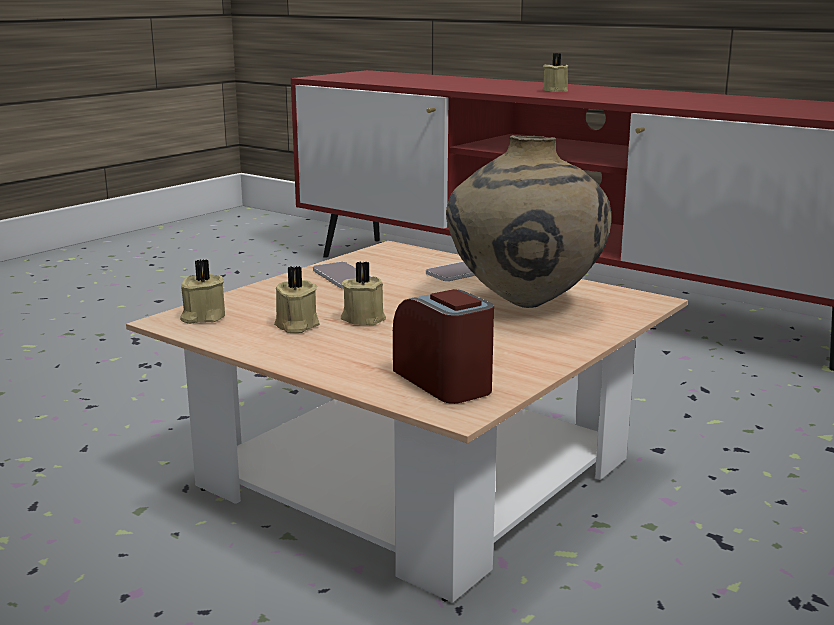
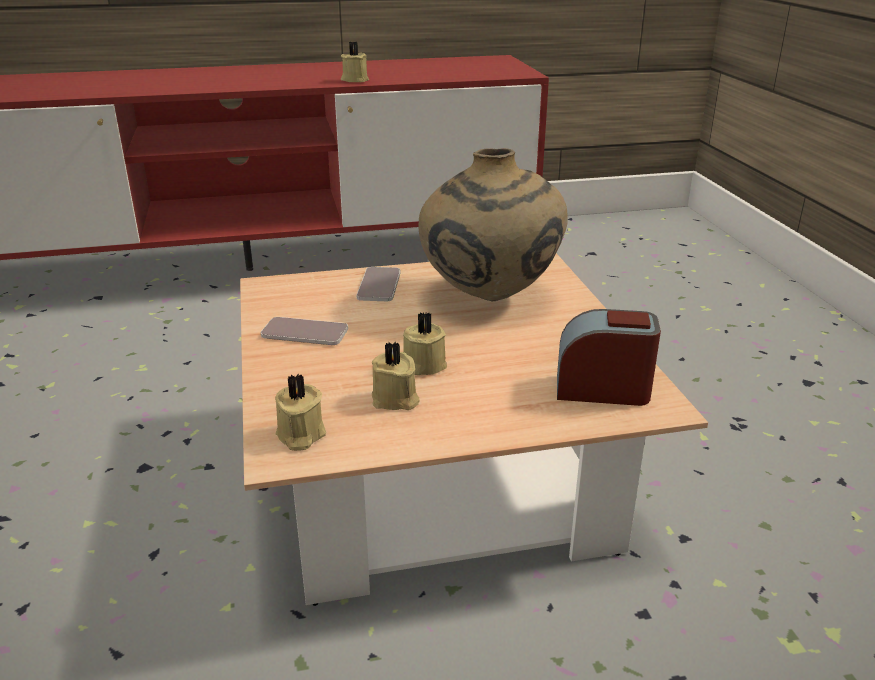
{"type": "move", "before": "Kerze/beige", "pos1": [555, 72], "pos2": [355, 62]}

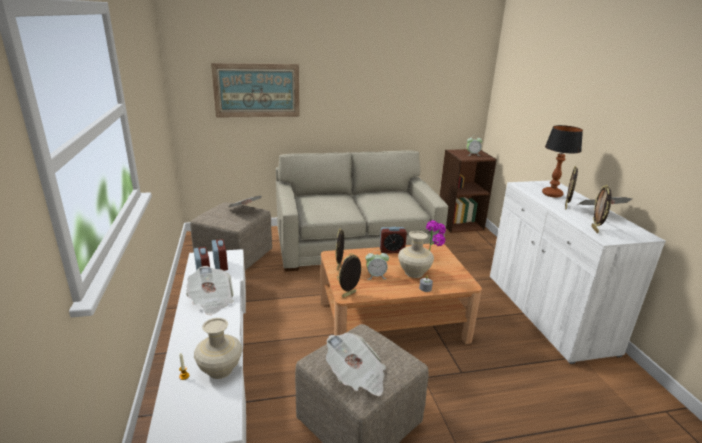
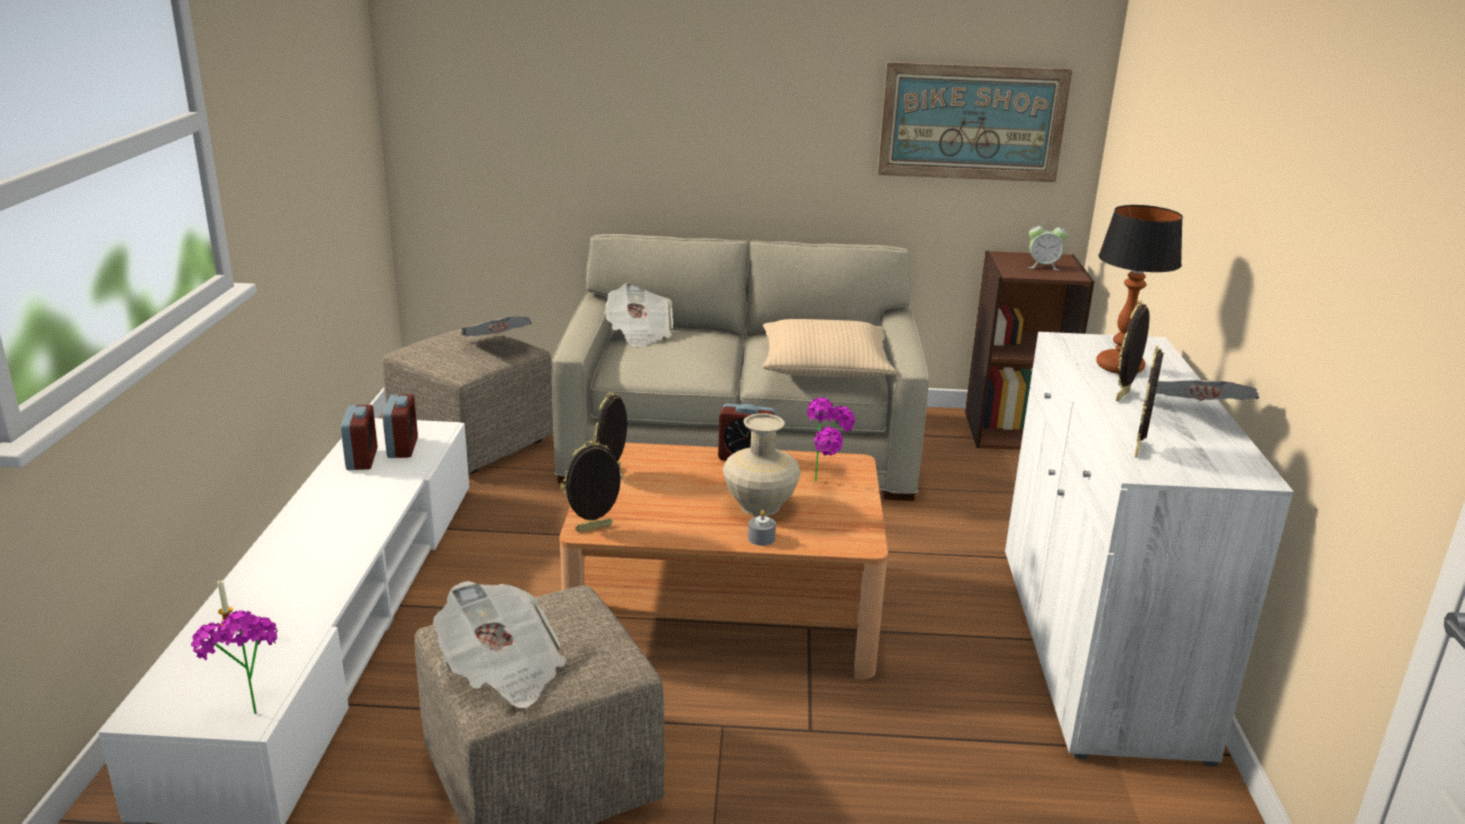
{"type": "delete", "before": "Vase/beige", "pos1": [218, 348]}
{"type": "delete", "before": "Wecker", "pos1": [377, 265]}
{"type": "insert", "after": "Topfpflanze", "pos2": [234, 662]}
{"type": "insert", "after": "Kissen/beige", "pos2": [829, 348]}
{"type": "move", "before": "Zeitung", "pos1": [210, 290], "pos2": [638, 315]}
{"type": "move", "before": "Bild", "pos1": [255, 90], "pos2": [975, 122]}

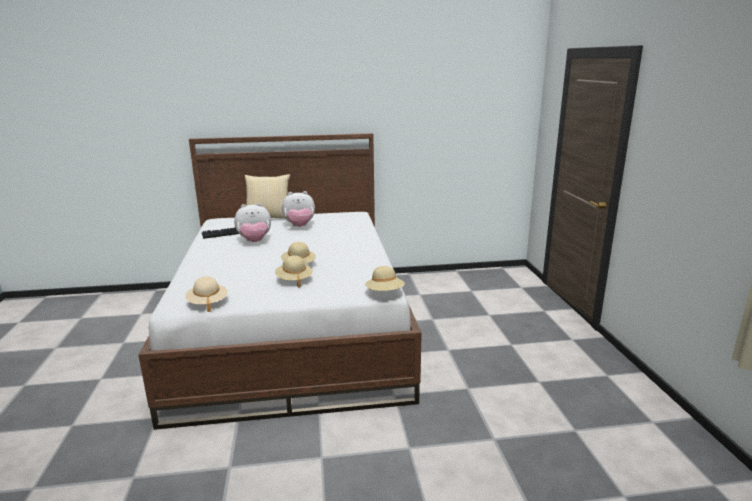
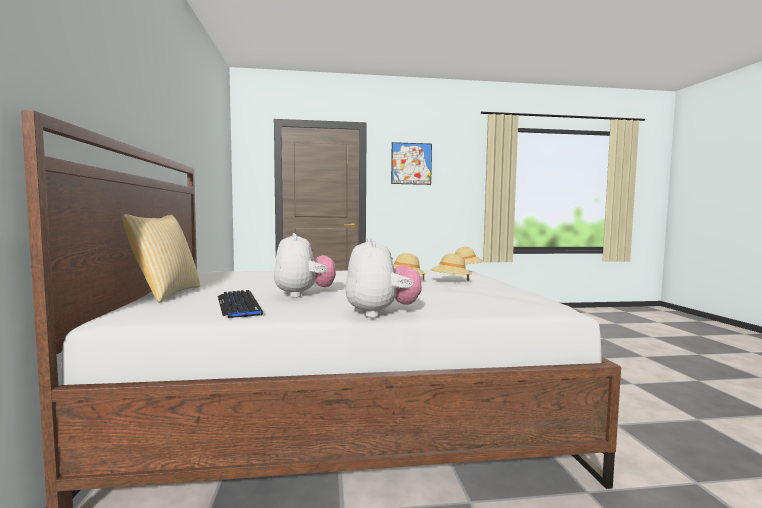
{"type": "delete", "before": "Hut/beige", "pos1": [206, 294]}
{"type": "insert", "after": "Bild", "pos2": [411, 163]}
{"type": "move", "before": "Plüschtier", "pos1": [298, 209], "pos2": [383, 278]}

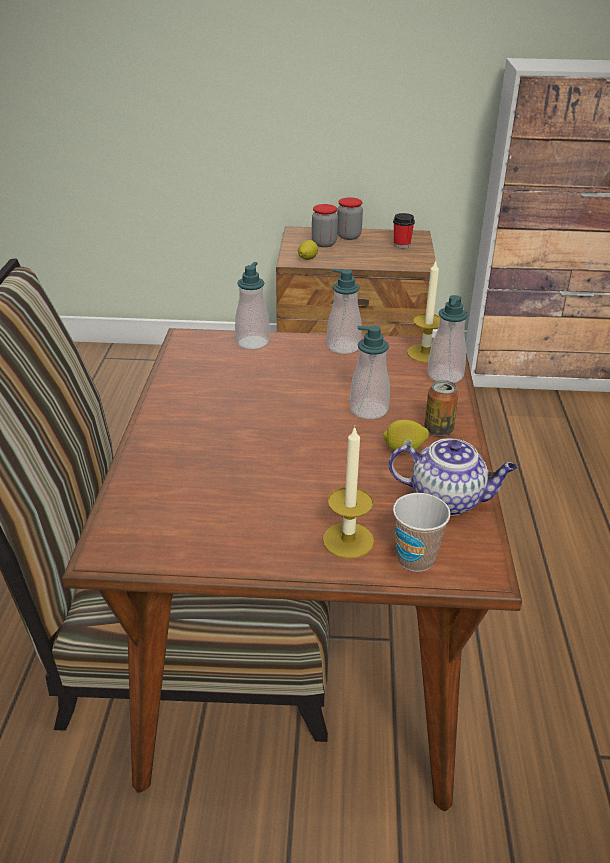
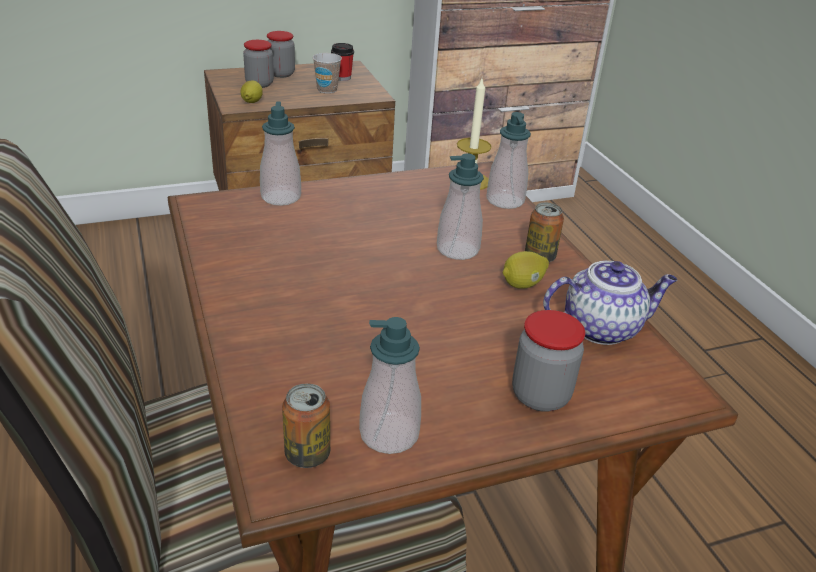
{"type": "insert", "after": "Dose", "pos2": [306, 425]}
{"type": "move", "before": "Seifenspender", "pos1": [344, 311], "pos2": [390, 385]}
{"type": "move", "before": "Tasse", "pos1": [421, 532], "pos2": [327, 73]}
{"type": "replace", "before": "Kerze", "after": "Vorratsglas", "pos1": [348, 493], "pos2": [548, 361]}

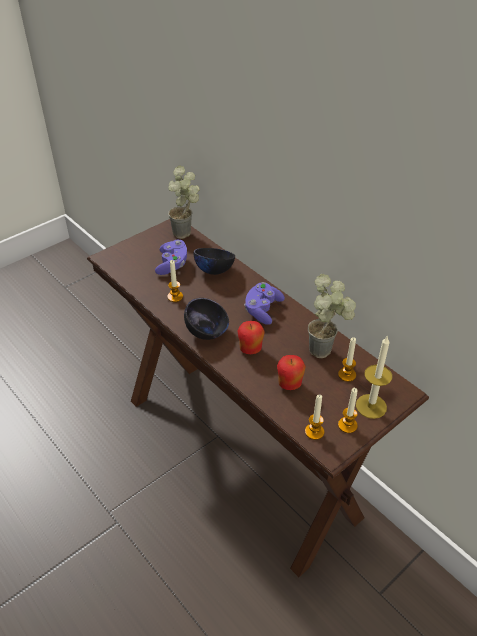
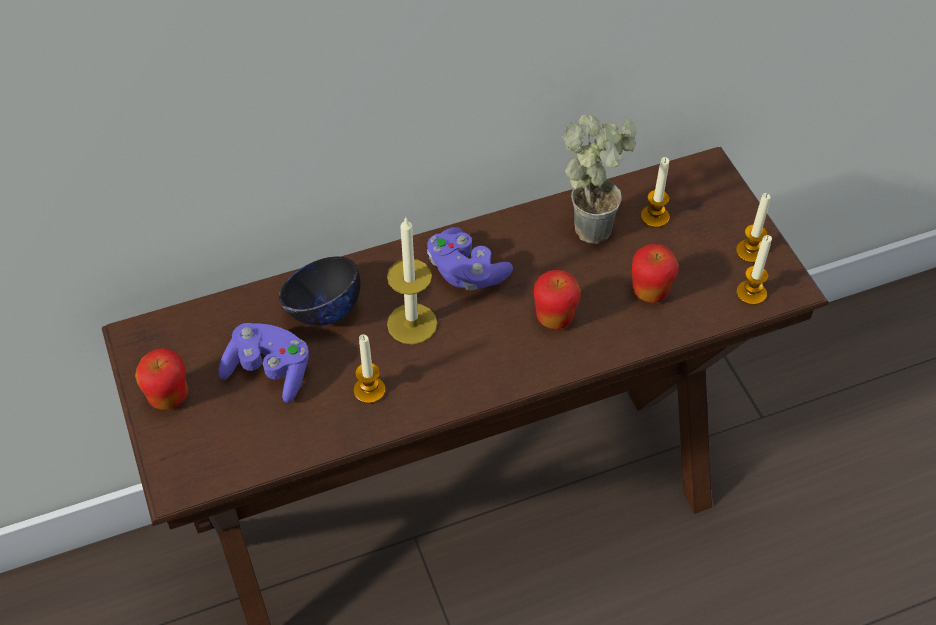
{"type": "delete", "before": "Topfpflanze", "pos1": [184, 202]}
{"type": "delete", "before": "Schüssel/schwarz", "pos1": [206, 319]}
{"type": "insert", "after": "Apfel", "pos2": [161, 379]}
{"type": "move", "before": "Kerze", "pos1": [374, 377], "pos2": [412, 280]}

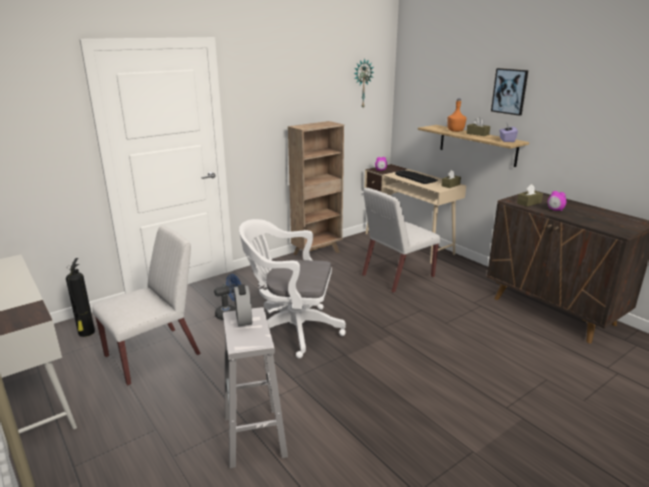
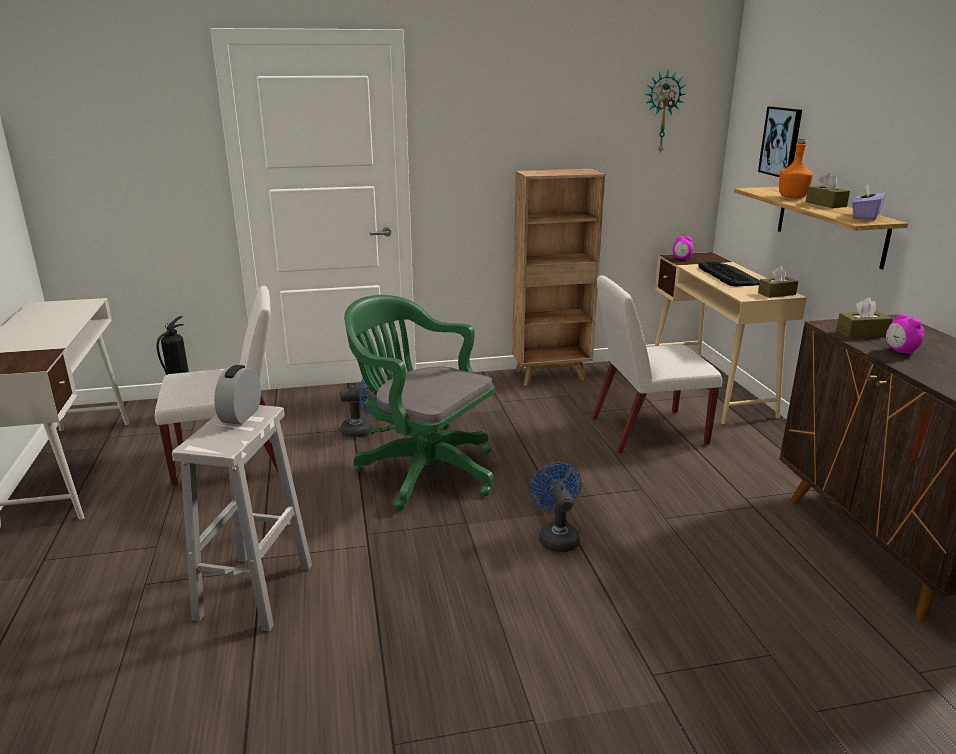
{"type": "insert", "after": "Ventilator/blau", "pos2": [556, 507]}
{"type": "move", "before": "Bild", "pos1": [509, 92], "pos2": [780, 141]}
{"type": "recolor", "before": "Bürostuhl/weiß", "after": "Bürostuhl/grün", "pos1": [292, 289], "pos2": [419, 402]}

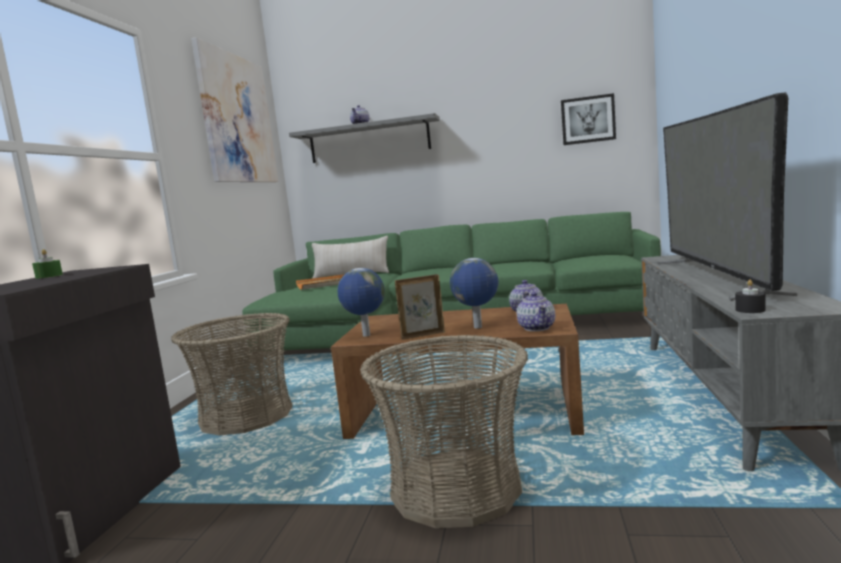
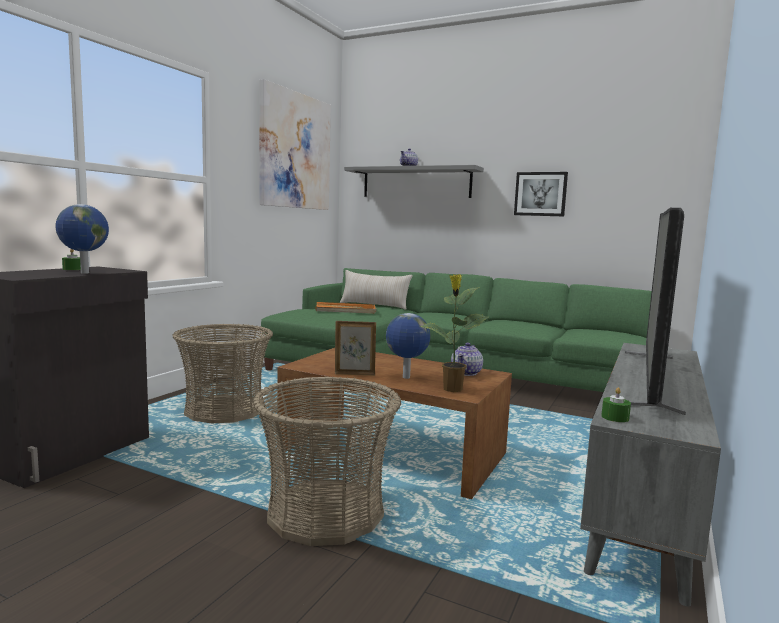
{"type": "move", "before": "Globus", "pos1": [361, 302], "pos2": [82, 239]}
{"type": "move", "before": "Bild", "pos1": [588, 119], "pos2": [541, 194]}
{"type": "replace", "before": "Teekanne", "after": "Topfpflanze", "pos1": [536, 311], "pos2": [454, 333]}
{"type": "recolor", "before": "Kerze/schwarz", "after": "Kerze/grün", "pos1": [750, 296], "pos2": [616, 405]}

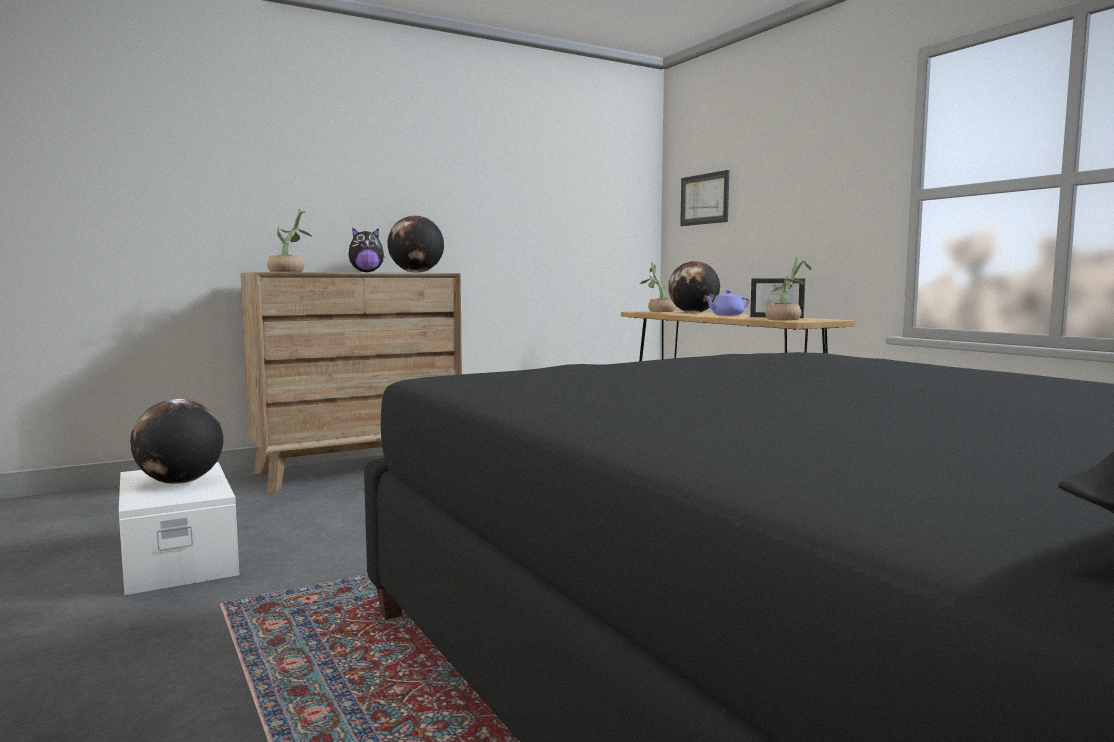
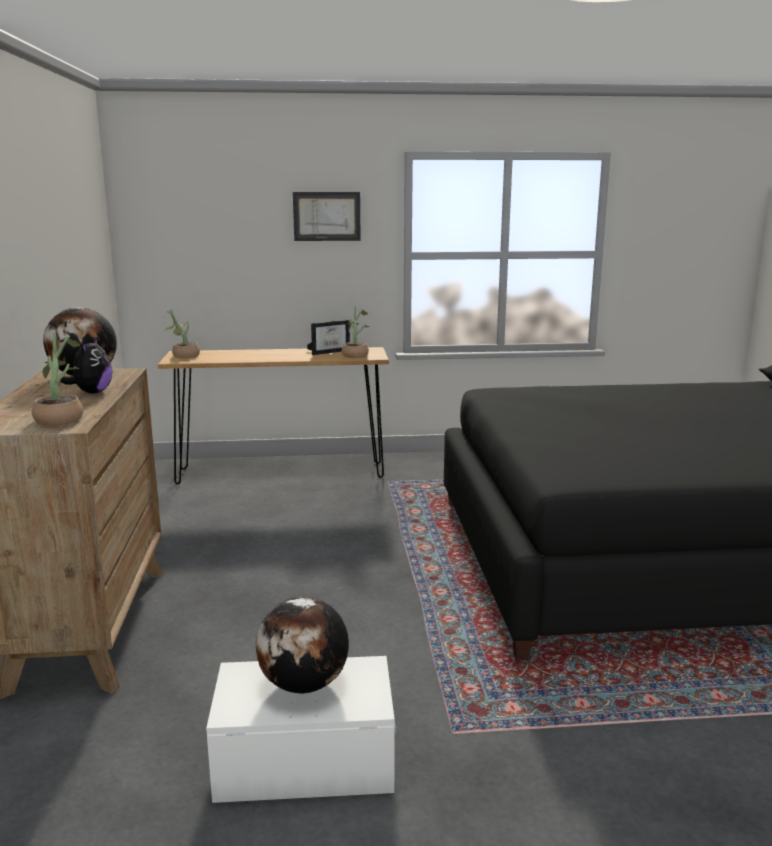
{"type": "delete", "before": "Globus", "pos1": [694, 287]}
{"type": "delete", "before": "Teekanne/lila", "pos1": [727, 303]}
{"type": "move", "before": "Bild", "pos1": [704, 198], "pos2": [327, 216]}

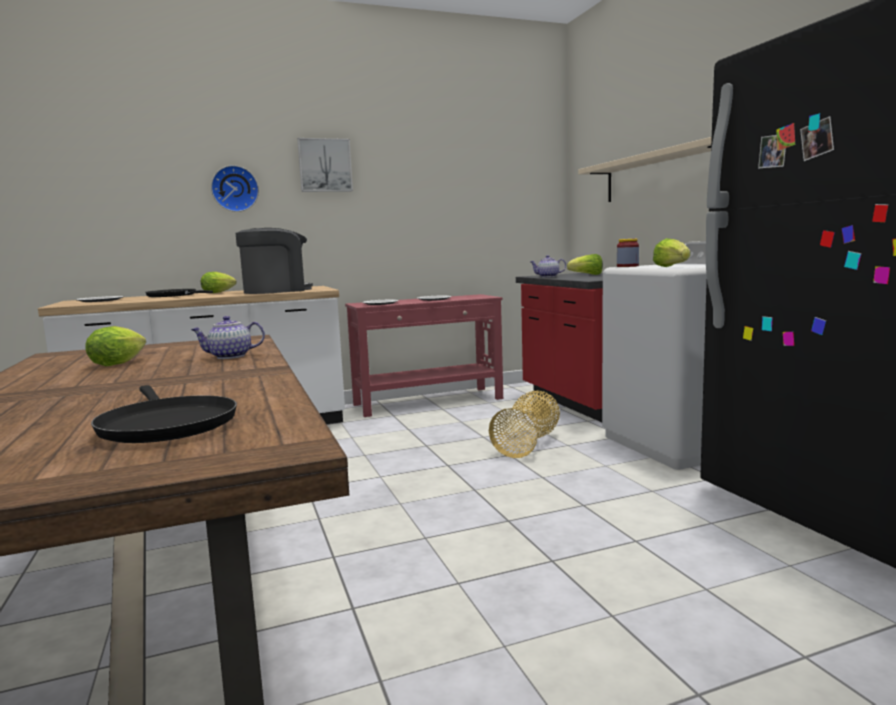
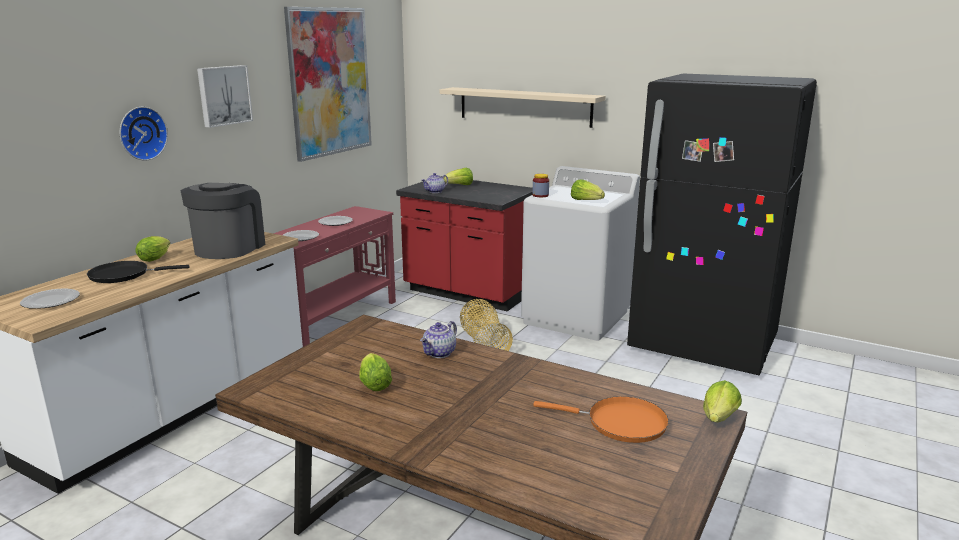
{"type": "insert", "after": "Bild", "pos2": [328, 84]}
{"type": "insert", "after": "Salatkopf", "pos2": [722, 401]}
{"type": "recolor", "before": "Pfanne/schwarz", "after": "Pfanne/orange", "pos1": [164, 414], "pos2": [601, 419]}

